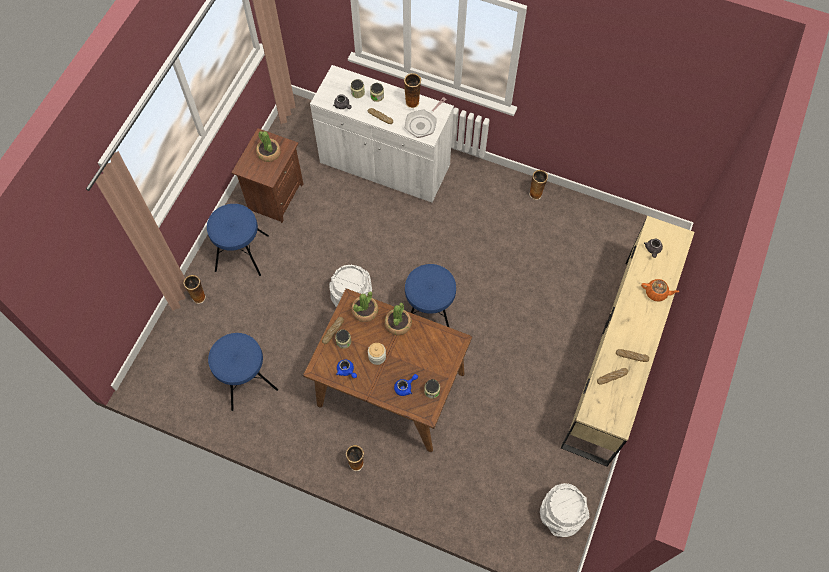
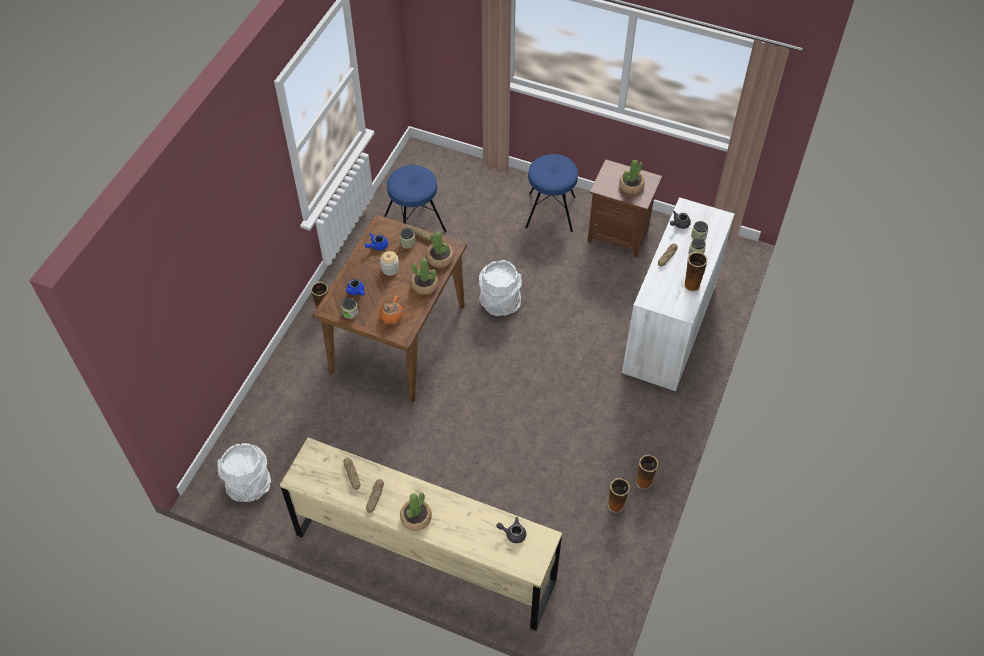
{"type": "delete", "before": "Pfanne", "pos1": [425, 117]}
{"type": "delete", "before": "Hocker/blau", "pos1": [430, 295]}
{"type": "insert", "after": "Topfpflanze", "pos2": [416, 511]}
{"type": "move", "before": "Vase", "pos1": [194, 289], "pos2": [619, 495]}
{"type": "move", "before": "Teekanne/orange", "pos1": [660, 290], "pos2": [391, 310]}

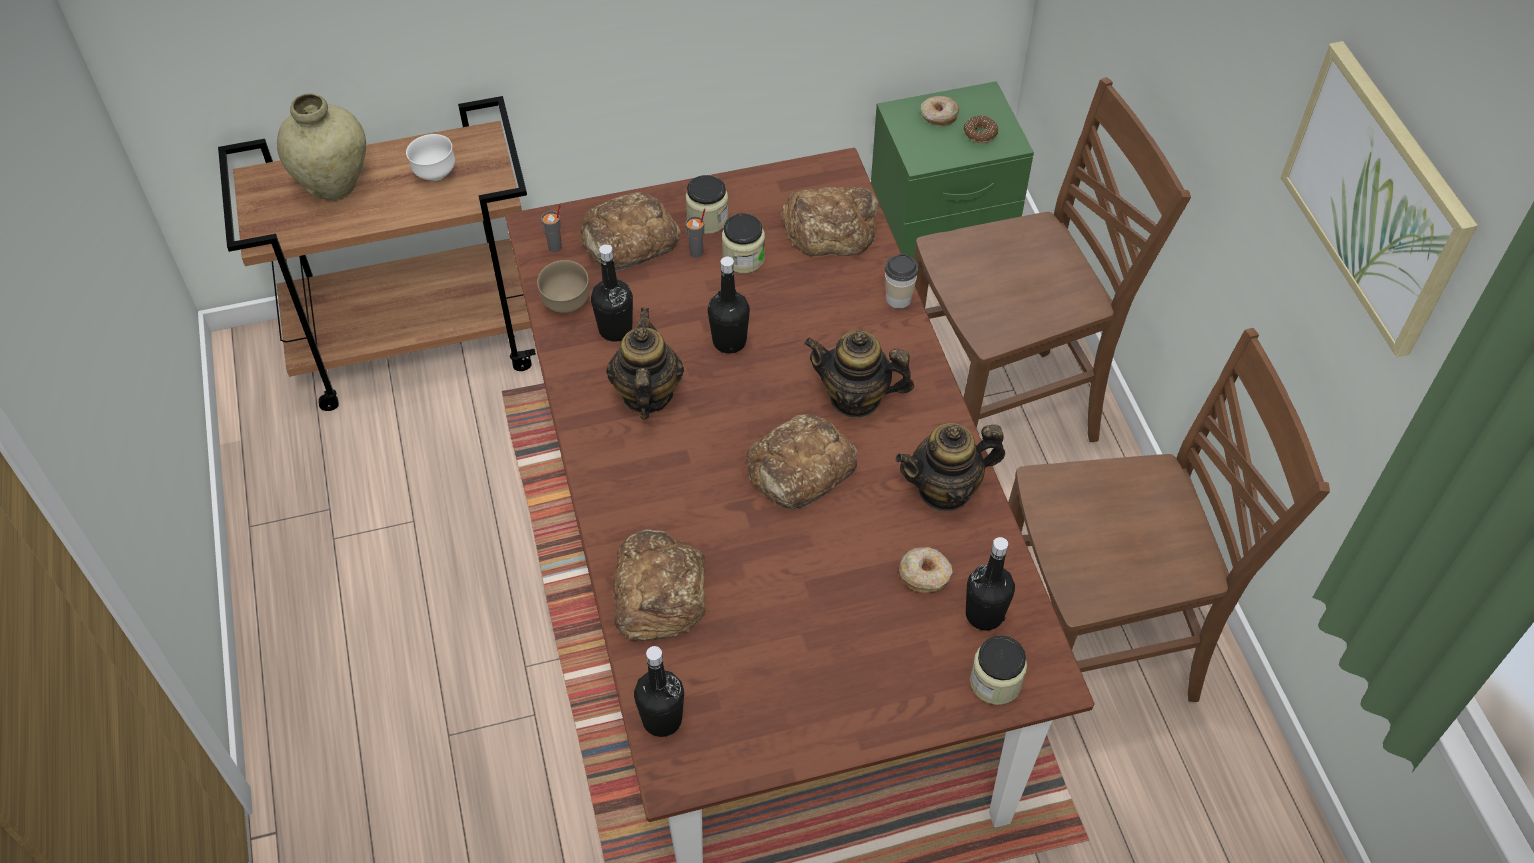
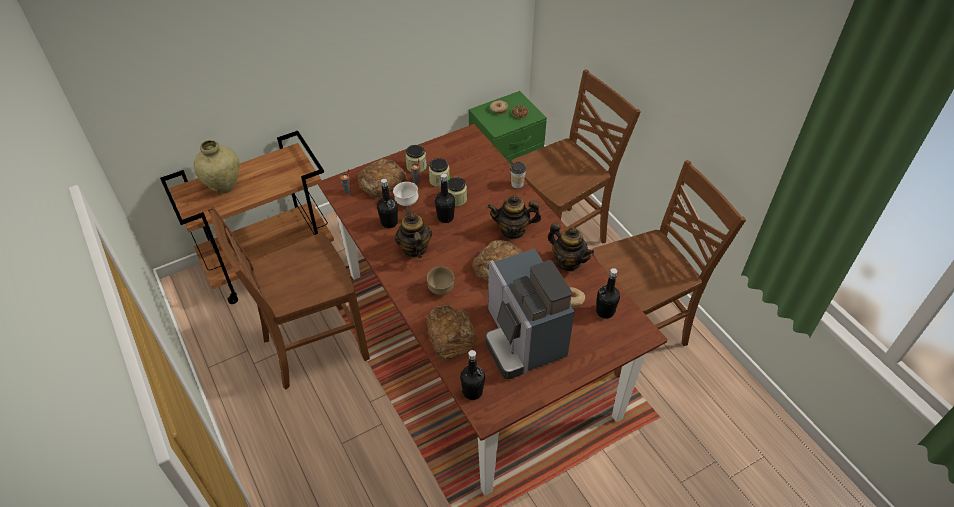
{"type": "delete", "before": "Brot", "pos1": [830, 221]}
{"type": "delete", "before": "Bild", "pos1": [1379, 199]}
{"type": "insert", "after": "Stuhl/braun", "pos2": [289, 297]}
{"type": "insert", "after": "Kaffeemaschine", "pos2": [530, 314]}
{"type": "move", "before": "Schüssel/weiß", "pos1": [430, 157], "pos2": [405, 194]}
{"type": "move", "before": "Schüssel/braun", "pos1": [563, 286], "pos2": [440, 281]}
{"type": "move", "before": "Vorratsglas", "pos1": [998, 670], "pos2": [457, 191]}
{"type": "rotate", "before": "Teekanne", "pos1": [950, 467], "pos2": [571, 246], "turn": -105}

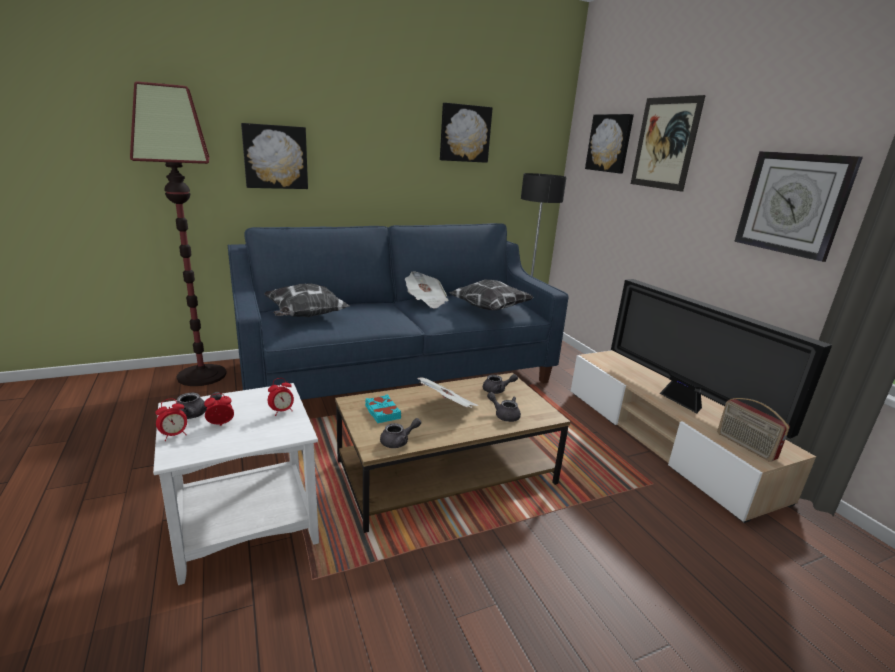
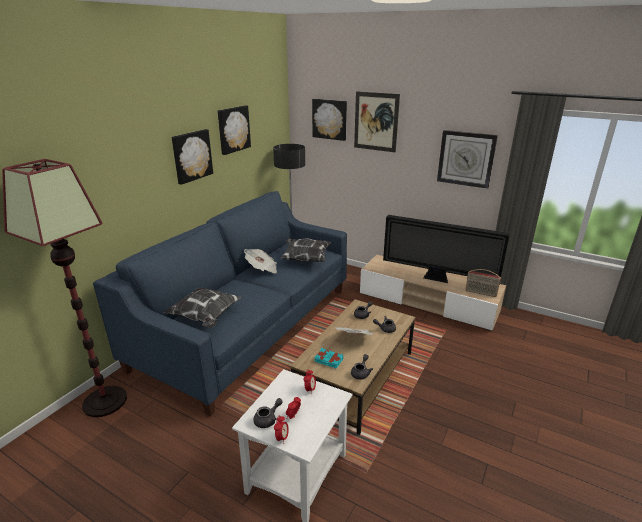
{"type": "move", "before": "Bild", "pos1": [274, 156], "pos2": [192, 157]}

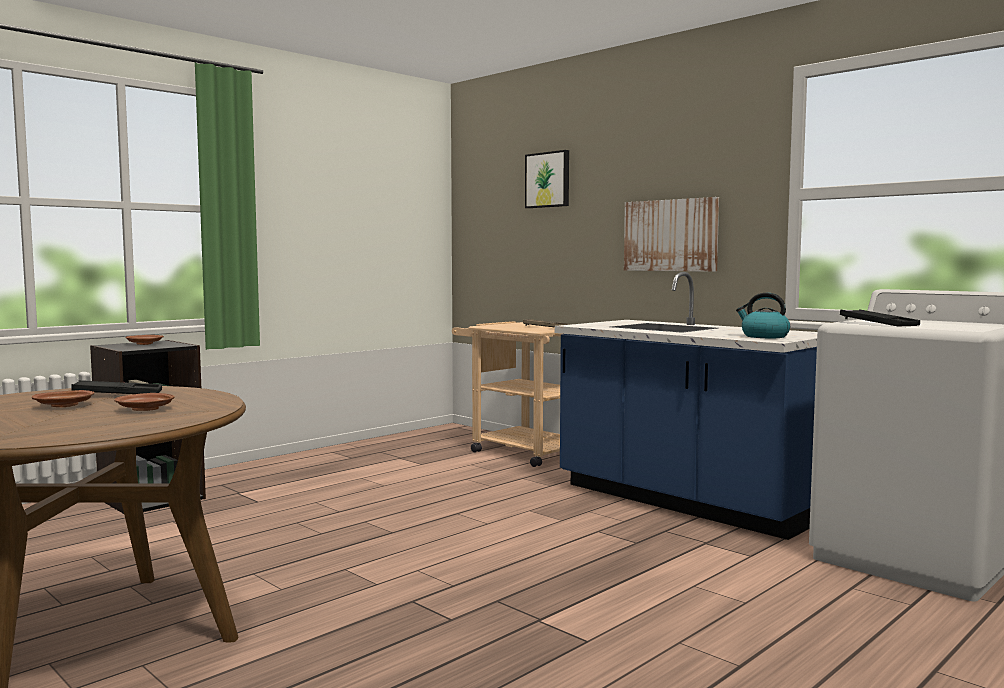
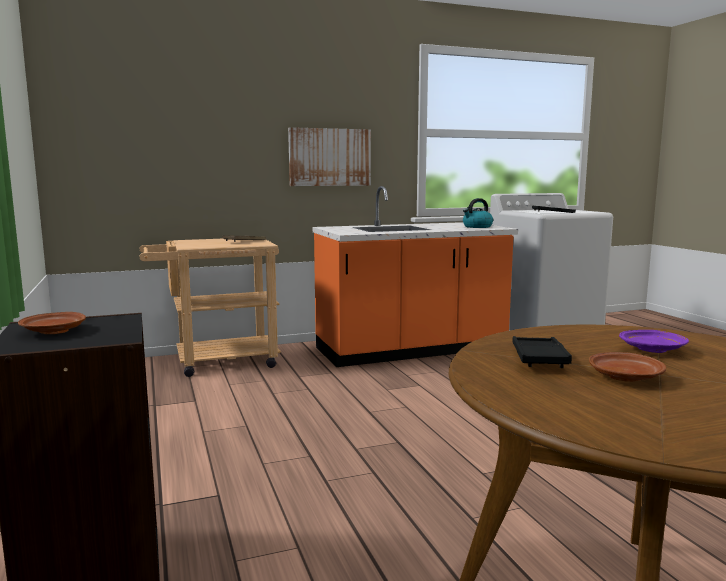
{"type": "delete", "before": "Bild", "pos1": [547, 179]}
{"type": "recolor", "before": "Teller/braun", "after": "Teller/lila", "pos1": [144, 402], "pos2": [654, 341]}
{"type": "recolor", "before": "Küchenzeile/blau", "after": "Küchenzeile/orange", "pos1": [686, 406], "pos2": [415, 276]}

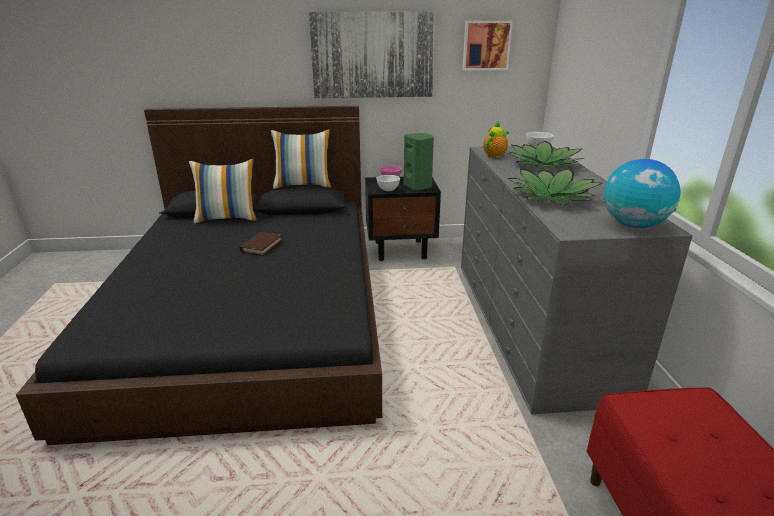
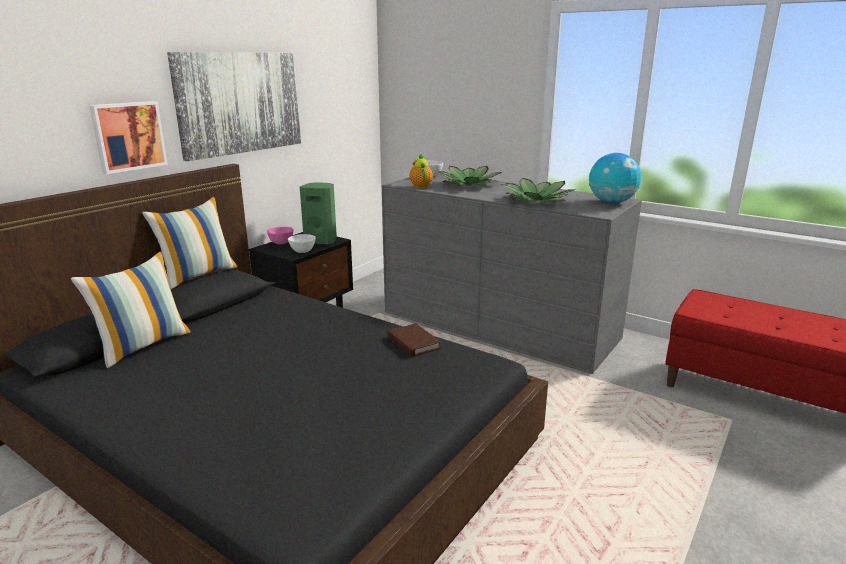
{"type": "move", "before": "Buch/braun", "pos1": [261, 244], "pos2": [414, 340]}
{"type": "move", "before": "Bild", "pos1": [487, 46], "pos2": [128, 137]}

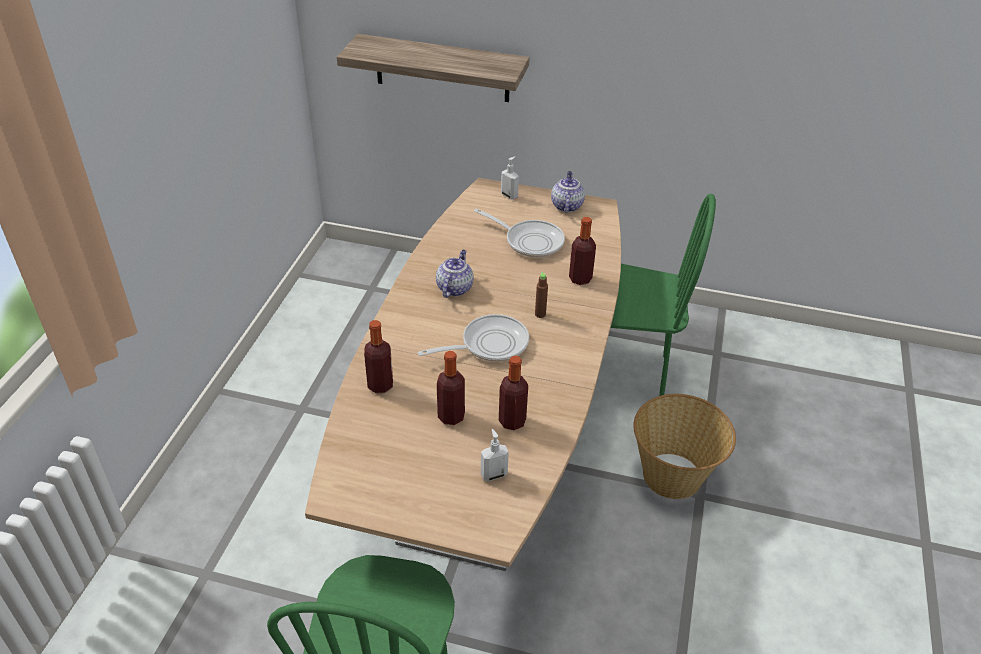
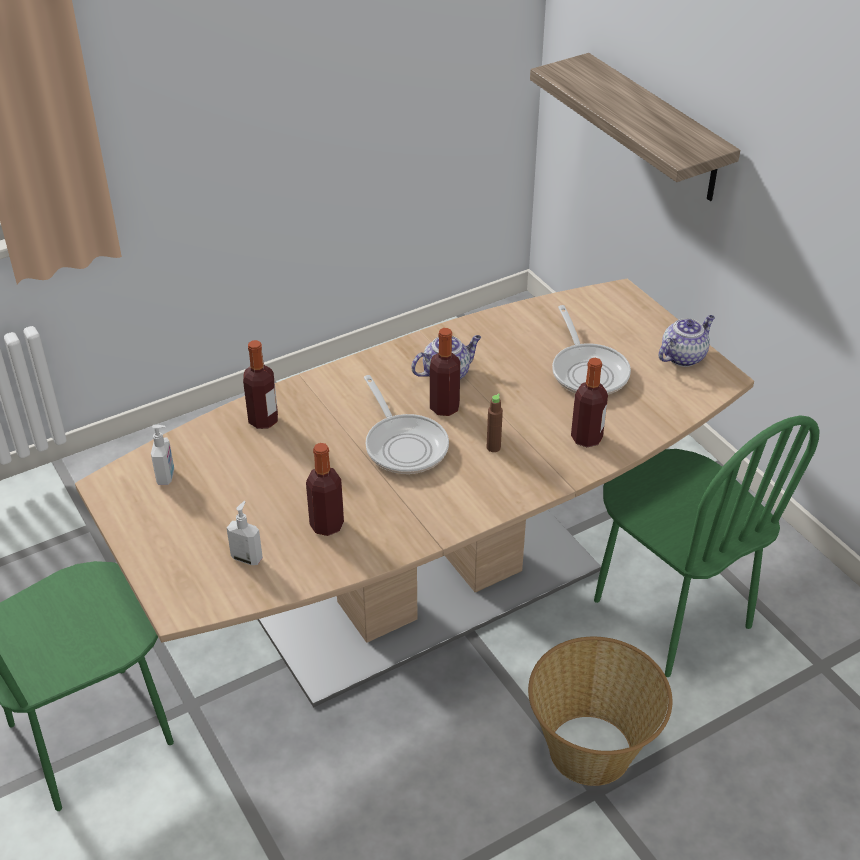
{"type": "move", "before": "Flasche", "pos1": [451, 388], "pos2": [445, 372]}
{"type": "move", "before": "Seifenspender", "pos1": [510, 178], "pos2": [162, 455]}
{"type": "rotate", "before": "Pfanne", "pos1": [473, 338], "pos2": [406, 424], "turn": 45}

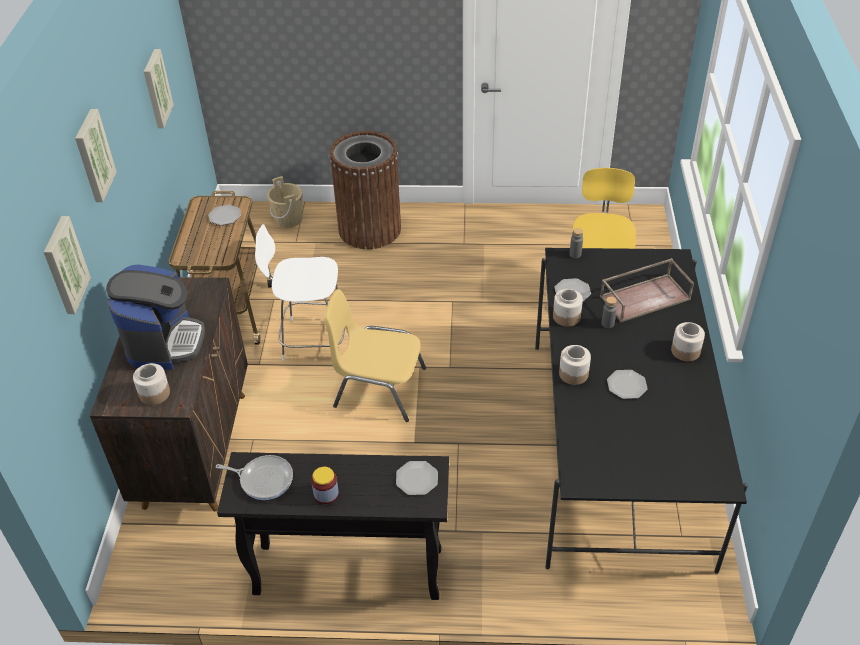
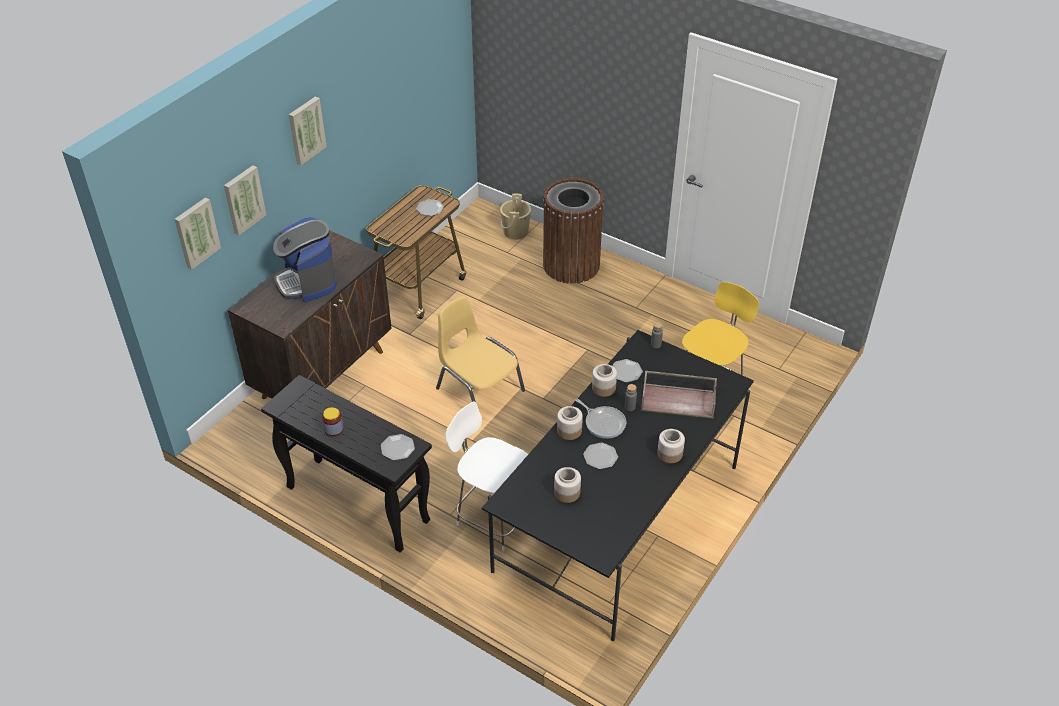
{"type": "move", "before": "Vorratsglas", "pos1": [151, 384], "pos2": [567, 485]}
{"type": "move", "before": "Bild", "pos1": [159, 88], "pos2": [198, 233]}
{"type": "move", "before": "Pfanne", "pos1": [254, 477], "pos2": [600, 419]}
{"type": "move", "before": "Stuhl/weiß", "pos1": [300, 292], "pos2": [486, 476]}
{"type": "rotate", "before": "Kaffeemaschine", "pos1": [155, 317], "pos2": [305, 259], "turn": 120}

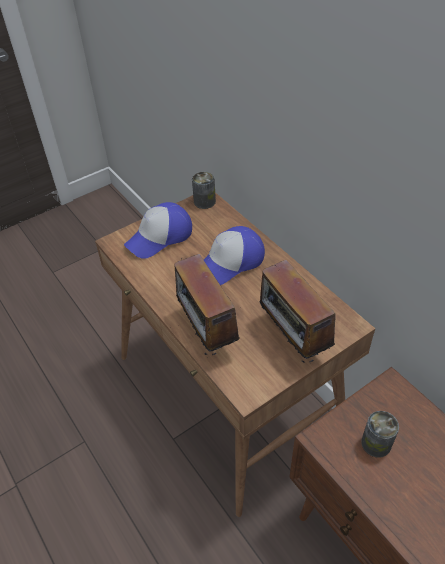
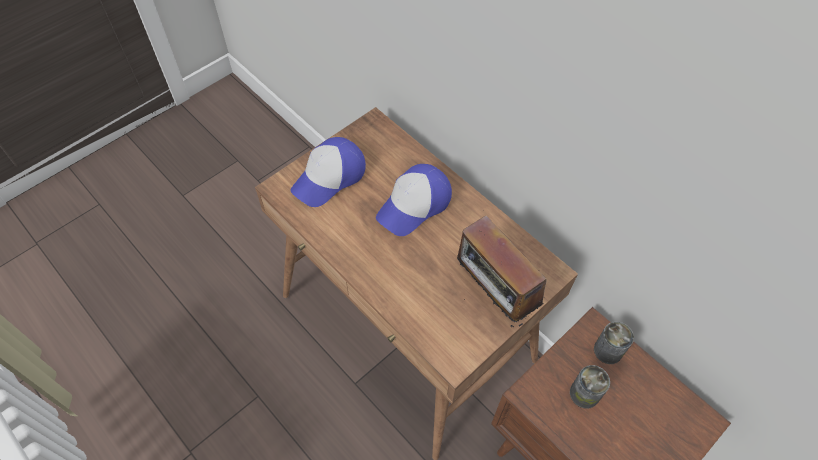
{"type": "delete", "before": "Radio", "pos1": [207, 304]}
{"type": "move", "before": "Dose", "pos1": [204, 190], "pos2": [614, 342]}

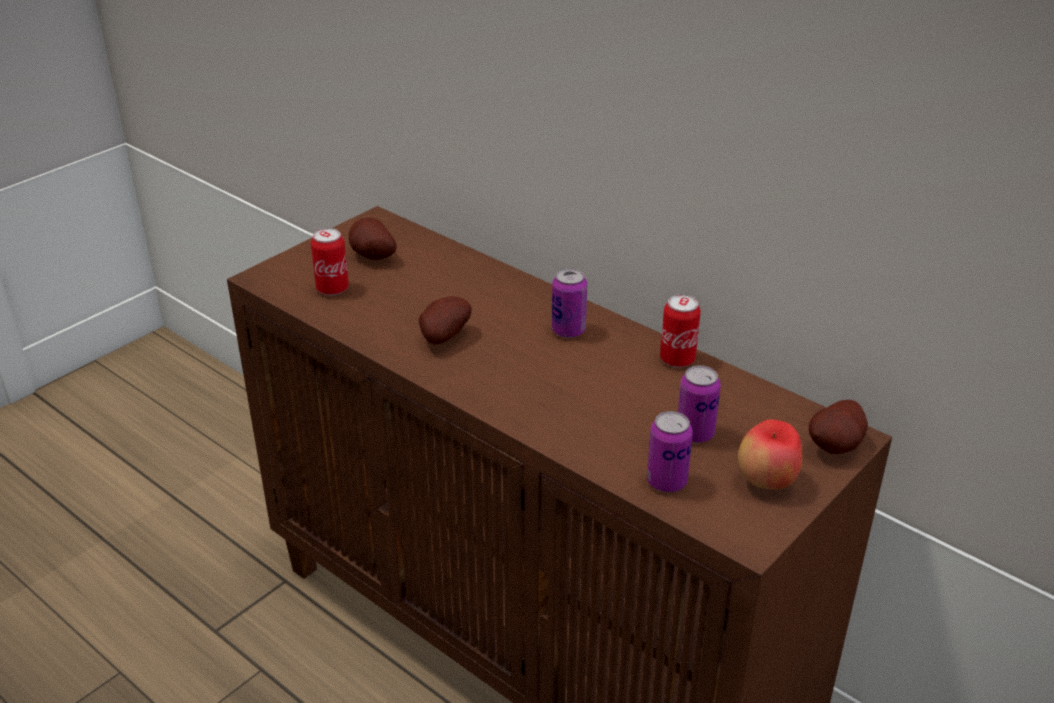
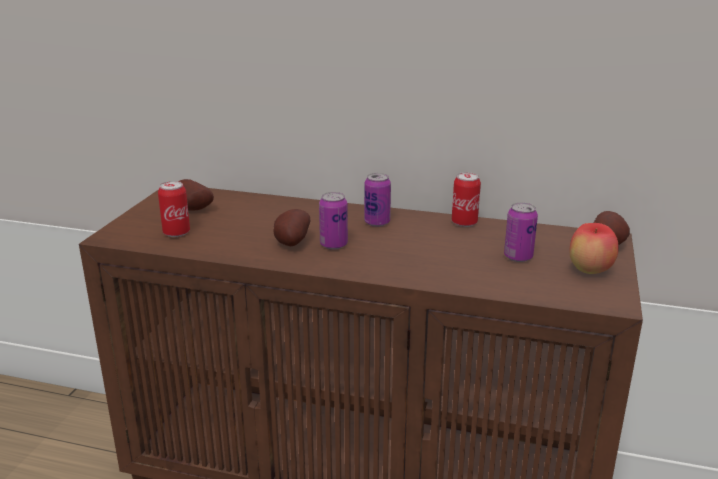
{"type": "move", "before": "Dose", "pos1": [670, 451], "pos2": [333, 221]}

